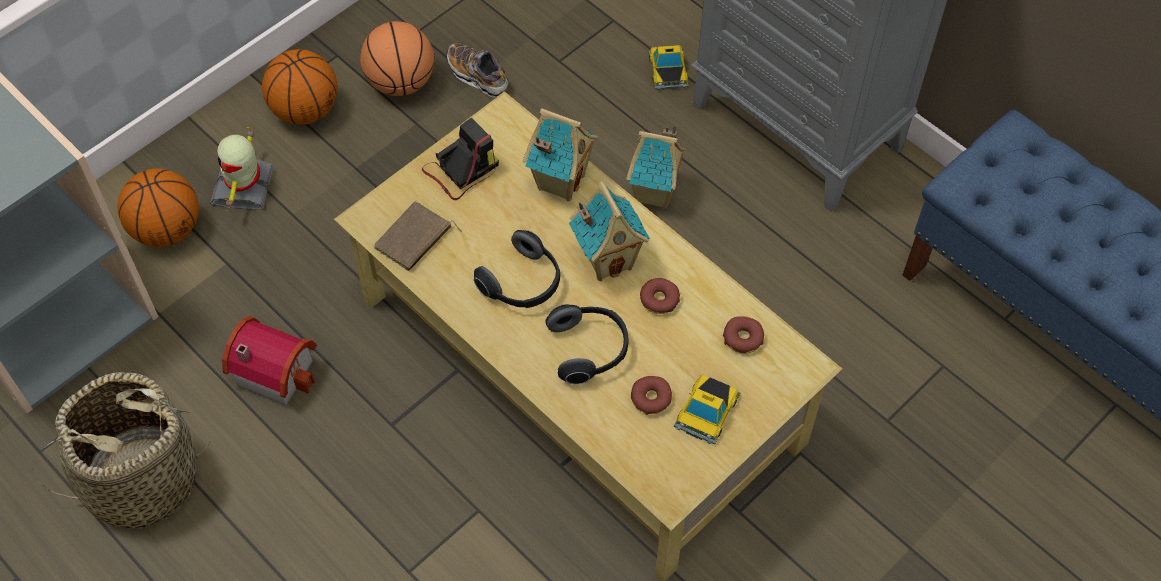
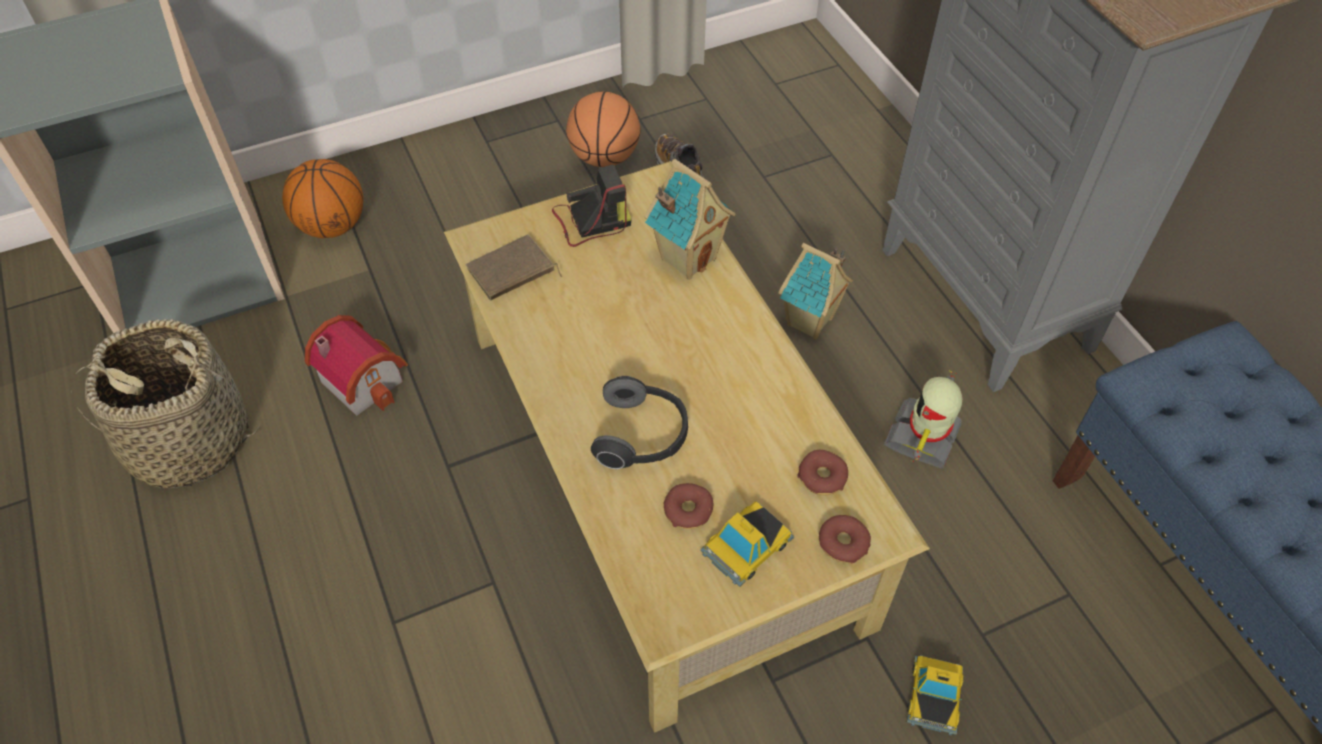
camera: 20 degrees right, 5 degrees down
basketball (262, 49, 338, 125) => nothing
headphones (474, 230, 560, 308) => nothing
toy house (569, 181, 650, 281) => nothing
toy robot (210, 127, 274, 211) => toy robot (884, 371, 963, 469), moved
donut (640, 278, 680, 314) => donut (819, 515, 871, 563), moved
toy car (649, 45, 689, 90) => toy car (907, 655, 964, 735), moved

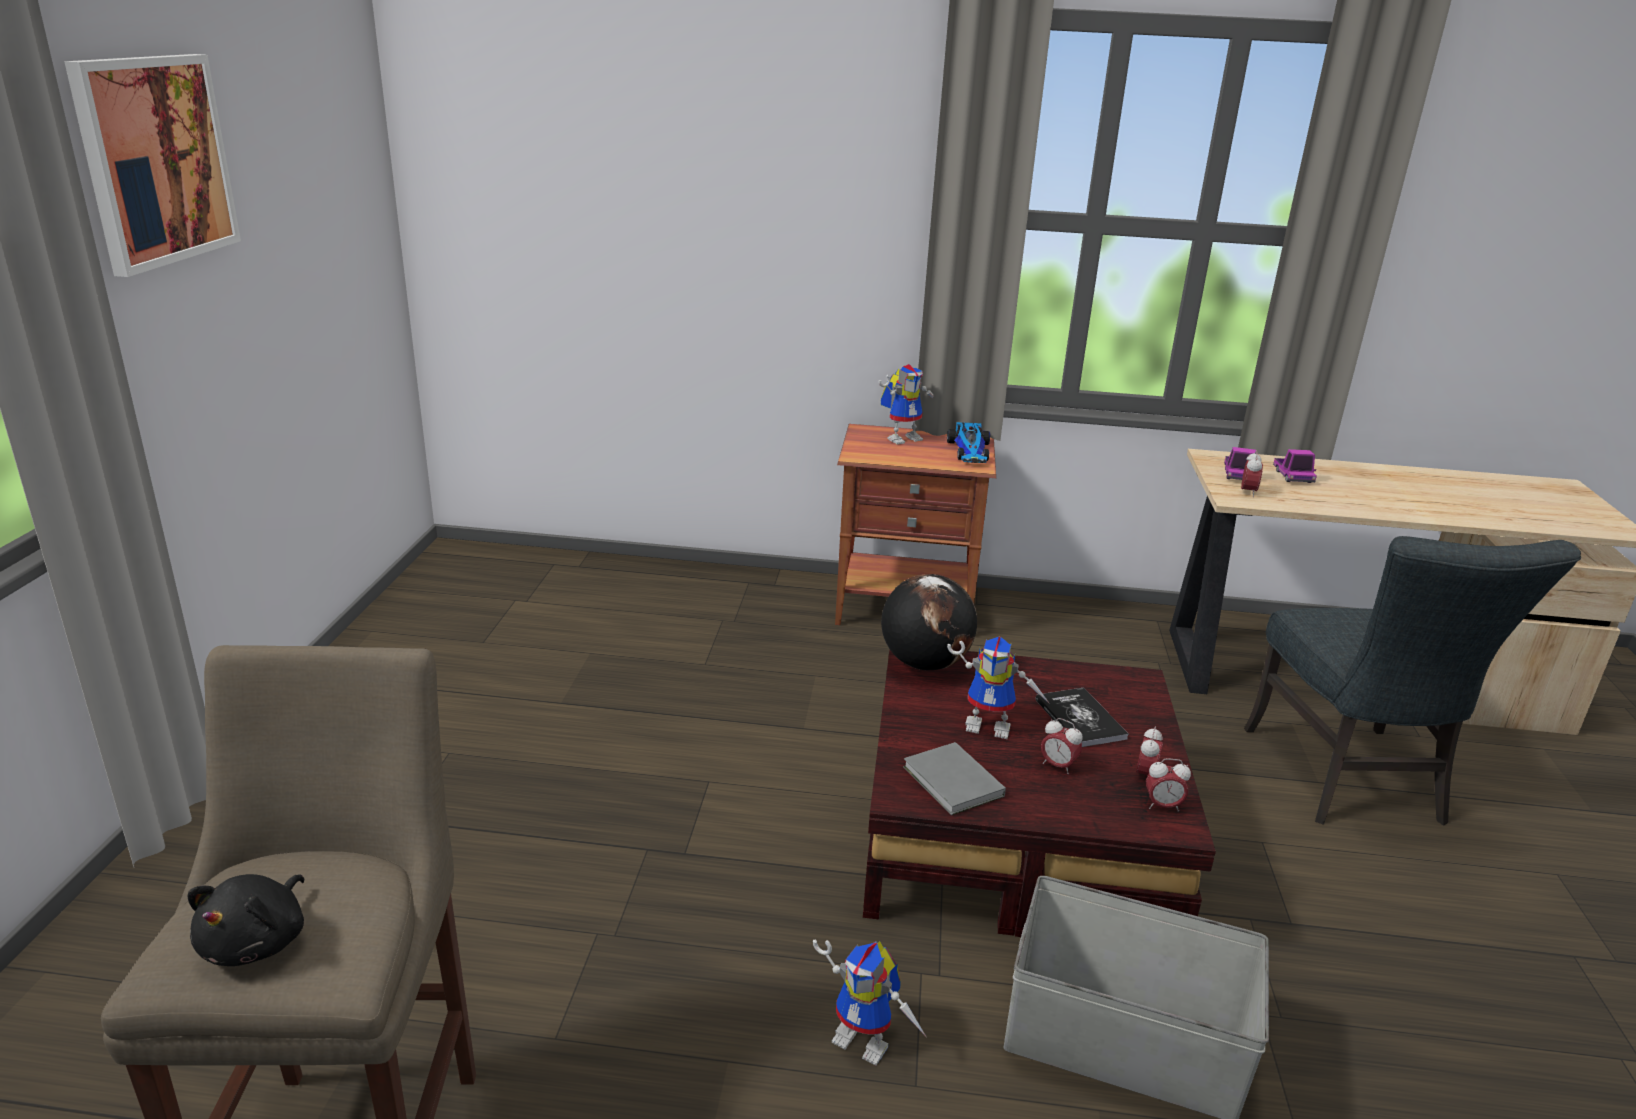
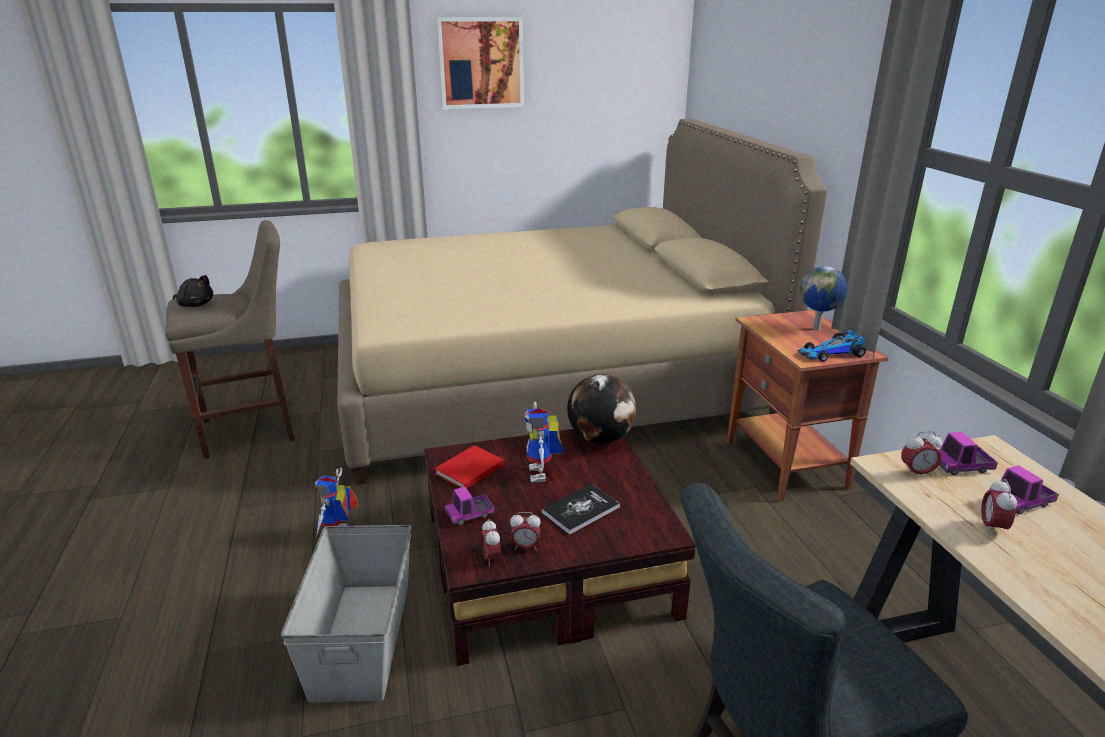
camera: 70 degrees right, 0 degrees up
nothing => beige bed (337, 119, 827, 485)
nothing => toy truck (445, 487, 495, 525)
alarm clock (1041, 718, 1083, 774) => alarm clock (981, 479, 1017, 535), moved
toy robot (879, 364, 933, 445) => globe (800, 266, 847, 330)
grey book (903, 742, 1006, 815) => red book (434, 445, 504, 489)
black plush toy (187, 874, 304, 966) => black plush toy (173, 275, 213, 307), 150 degrees counterclockwise

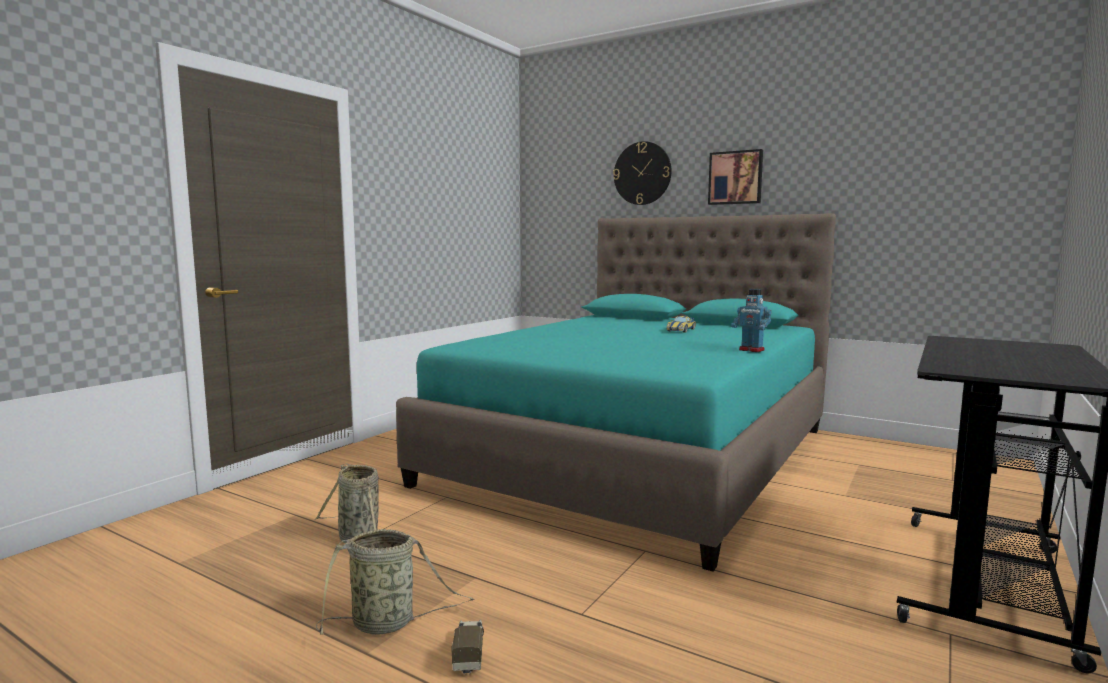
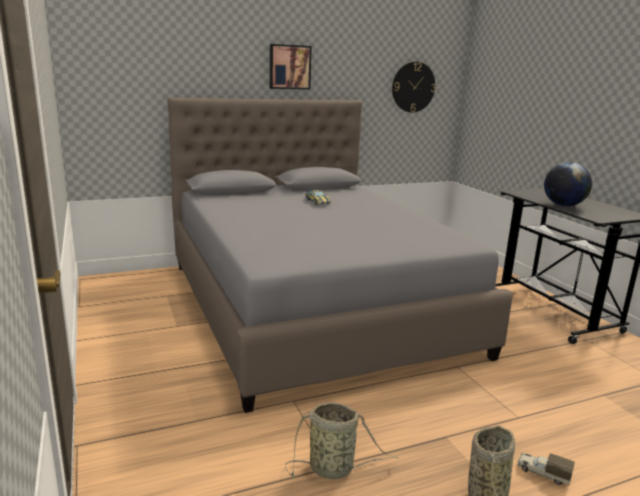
camera: 55 degrees left, 10 degrees up
toy robot (731, 289, 771, 352) => nothing
nothing => globe (544, 162, 592, 206)
wall clock (613, 141, 672, 205) => wall clock (392, 62, 436, 112), moved
turquoise bed (396, 213, 836, 572) => grey bed (168, 97, 513, 413)

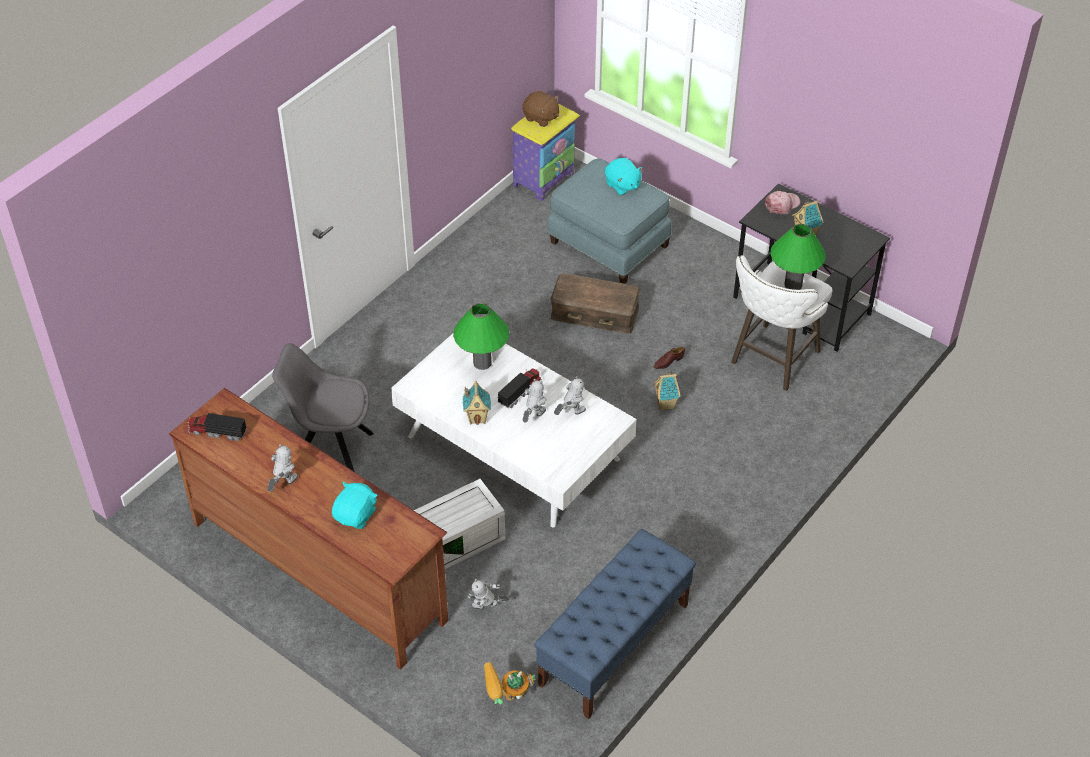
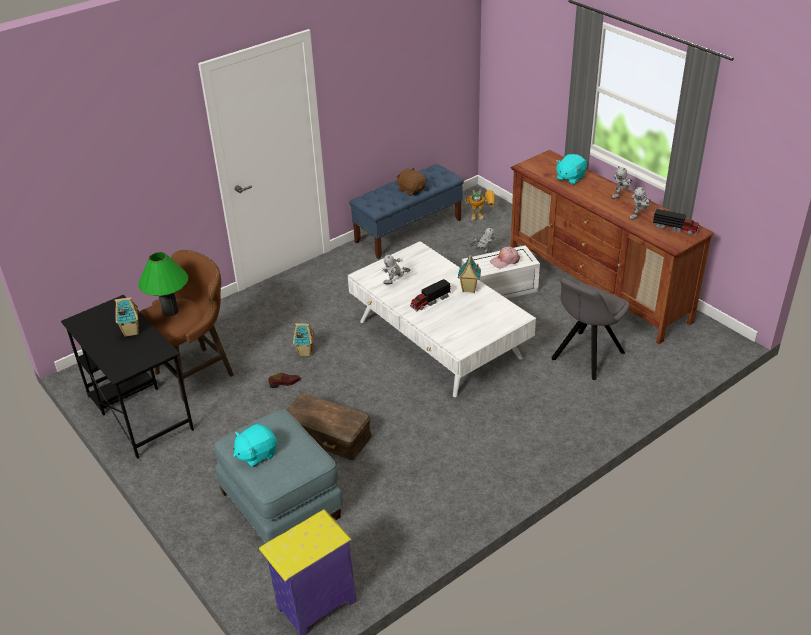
camera: 165 degrees left, 10 degrees down
green table lamp (453, 303, 509, 370) => nothing
brown plush toy (522, 91, 559, 127) => brown plush toy (396, 168, 426, 196), moved
toy robot (523, 379, 547, 423) => toy robot (629, 186, 650, 220), moved
pink cap (765, 191, 800, 214) => pink cap (490, 246, 520, 268), moved
white stool (731, 255, 833, 391) => brown stool (140, 250, 234, 402)
grey chair (272, 343, 374, 472) => grey chair (551, 278, 630, 380), 105 degrees clockwise
turquoise plush toy (605, 158, 643, 195) => turquoise plush toy (234, 424, 277, 467), 105 degrees counterclockwise

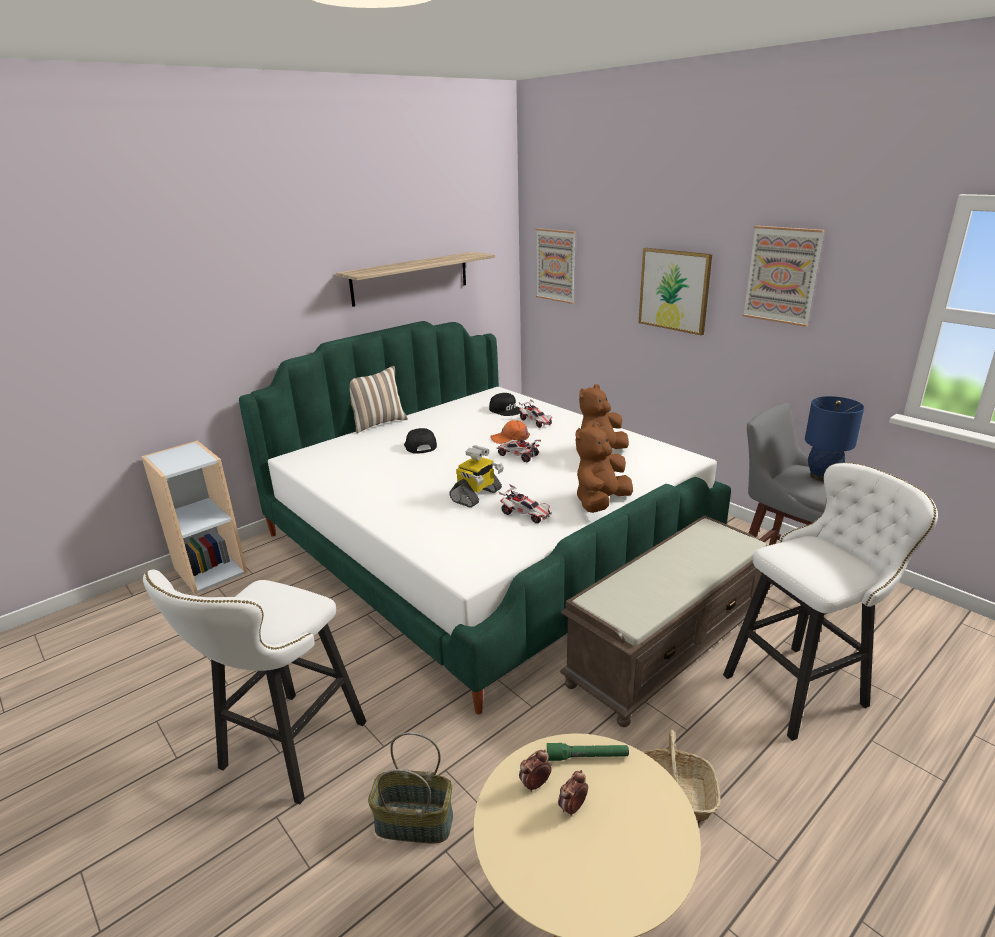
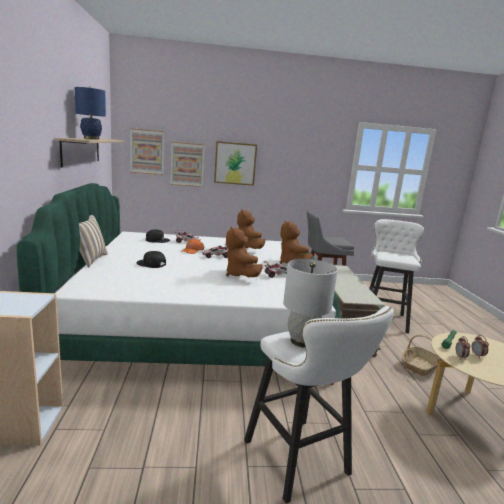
camera: 55 degrees left, 10 degrees down
basket (368, 732, 453, 843) => nothing
nothing => white table lamp (283, 259, 338, 348)
picture (743, 226, 825, 327) => picture (171, 142, 204, 187), moved
blue table lamp (805, 396, 864, 482) => blue table lamp (74, 87, 106, 140), moved
toy robot (449, 446, 504, 508) => brown plush toy (226, 226, 263, 277)

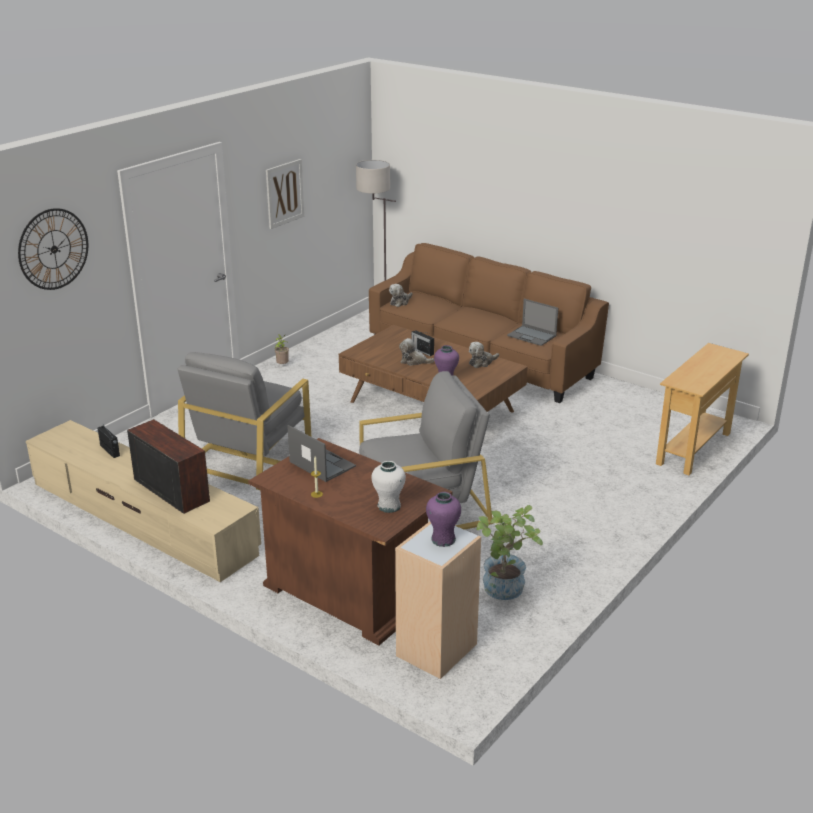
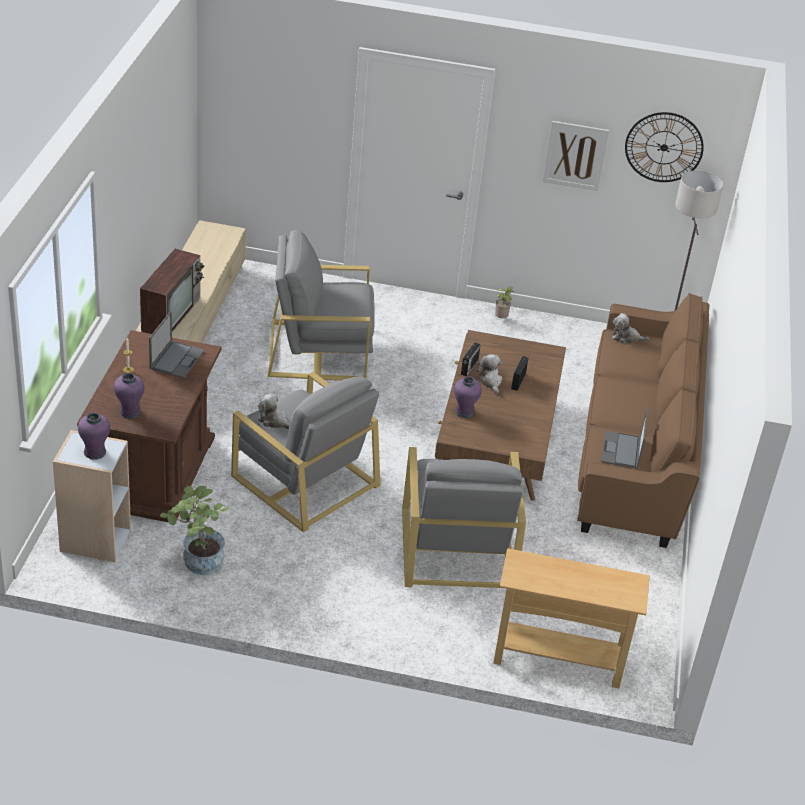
camera: 60 degrees right, 10 degrees up
nothing => grey armchair (402, 447, 526, 588)
wall clock (18, 208, 88, 290) => wall clock (625, 112, 704, 182), moved
radio (98, 426, 120, 458) => radio (461, 343, 481, 377), moved
plush toy (469, 342, 499, 368) => plush toy (258, 393, 290, 429), moved
white vase (372, 461, 406, 513) => purple vase (114, 373, 145, 419)

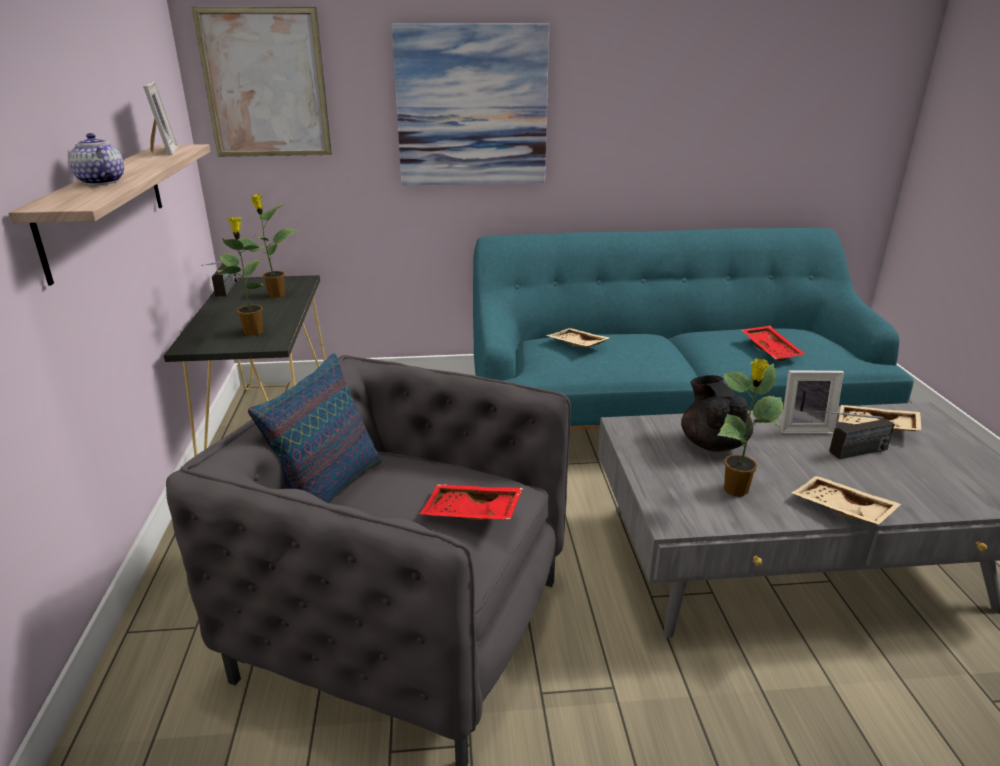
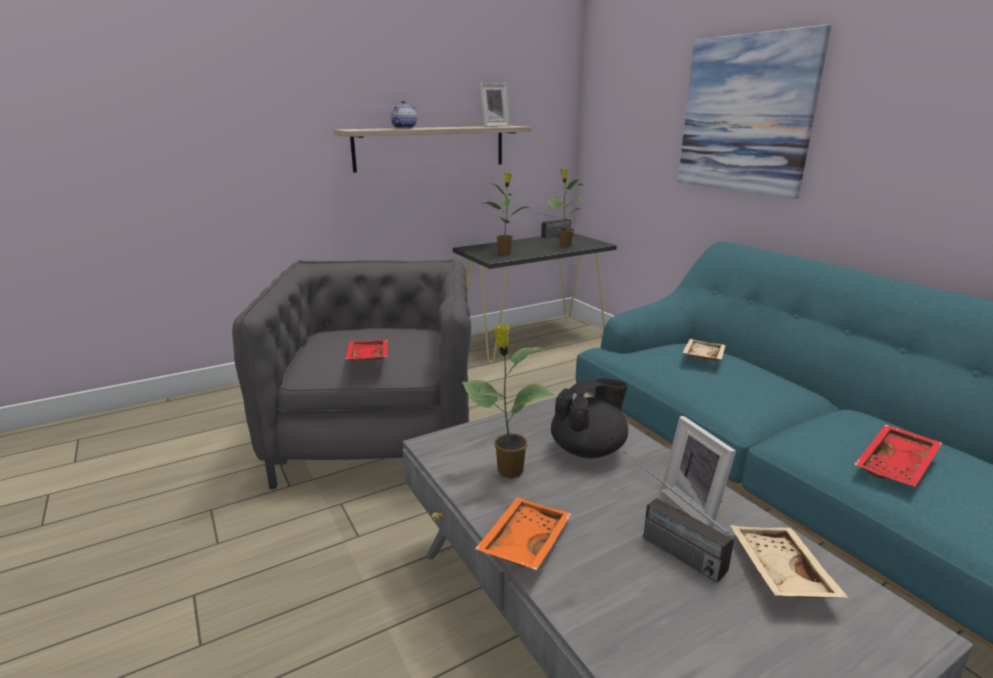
camera: 65 degrees right, 5 degrees down
picture (192, 7, 332, 157) => nothing
blue pillow (248, 353, 382, 503) => nothing
beige tray (792, 476, 902, 525) => orange tray (475, 497, 571, 570)

